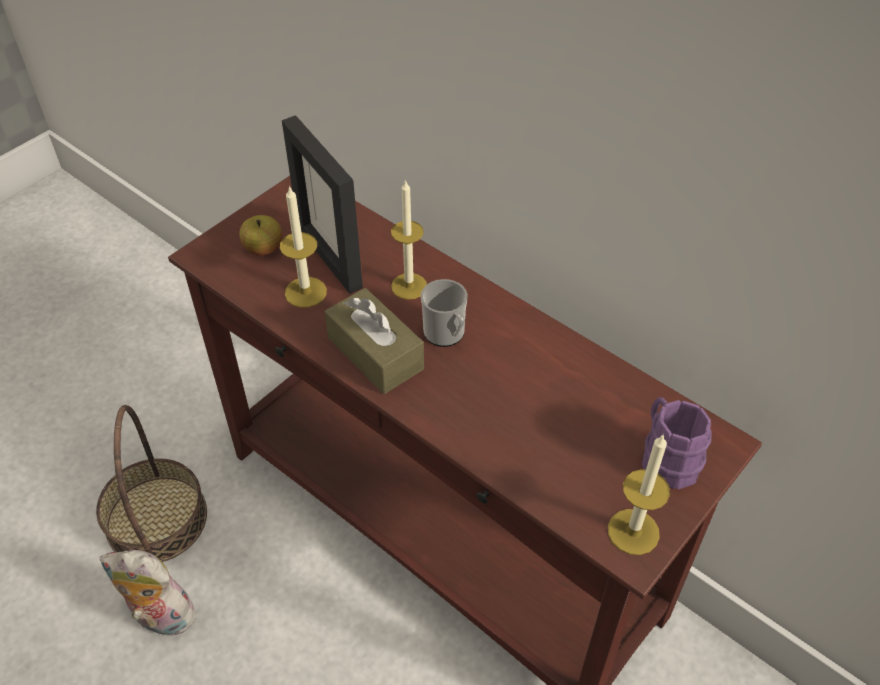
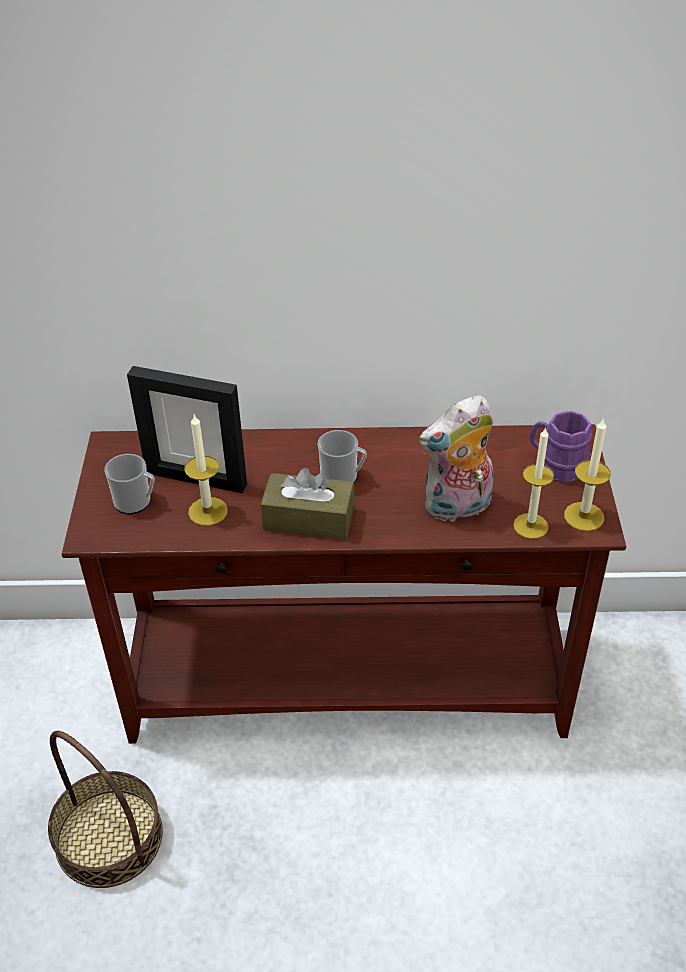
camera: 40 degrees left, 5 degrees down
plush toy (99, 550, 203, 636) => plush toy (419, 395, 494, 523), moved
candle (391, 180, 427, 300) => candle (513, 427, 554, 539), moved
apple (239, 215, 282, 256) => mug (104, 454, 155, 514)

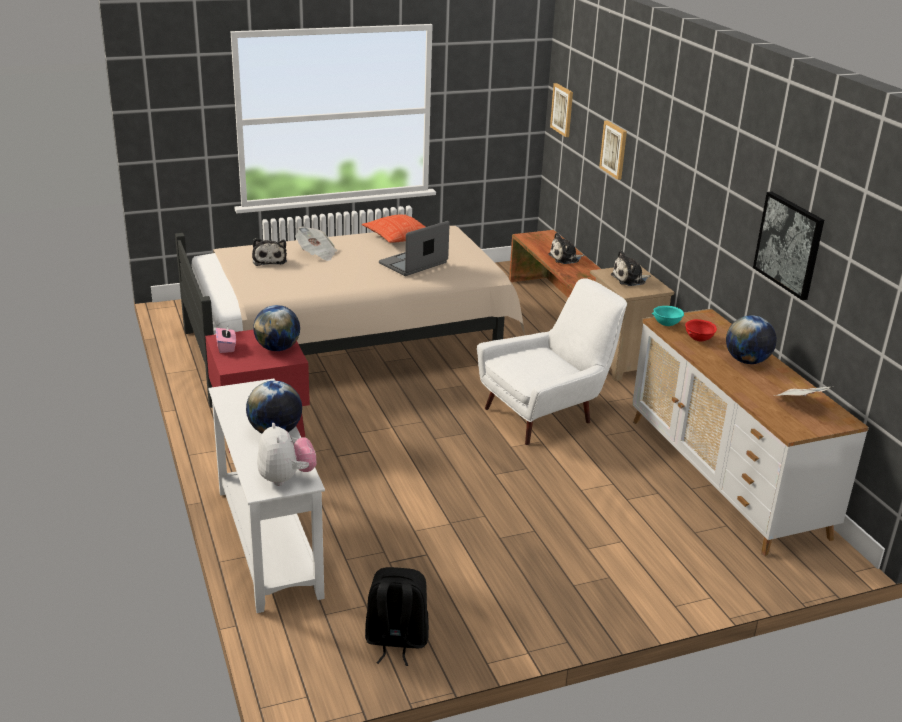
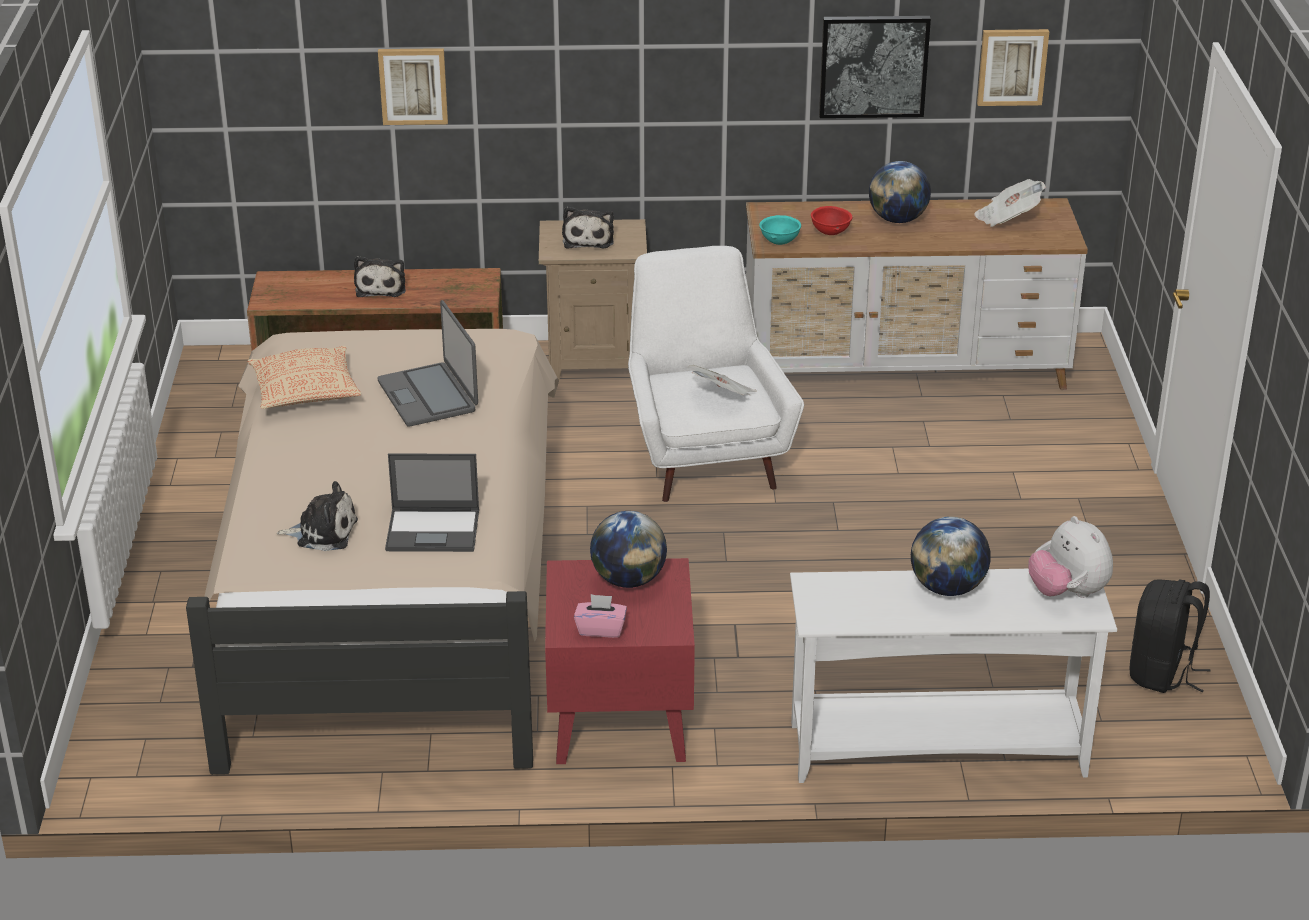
camera: 70 degrees left, 5 degrees up
nothing => laptop (385, 453, 479, 552)
newspaper (295, 227, 338, 261) => newspaper (687, 365, 757, 396), moved
picture (550, 83, 573, 137) => picture (977, 29, 1049, 106), moved
orange pillow (362, 214, 426, 243) => beige pillow (248, 346, 361, 409)
plush toy (257, 423, 317, 486) => plush toy (1028, 516, 1113, 598), 120 degrees counterclockwise

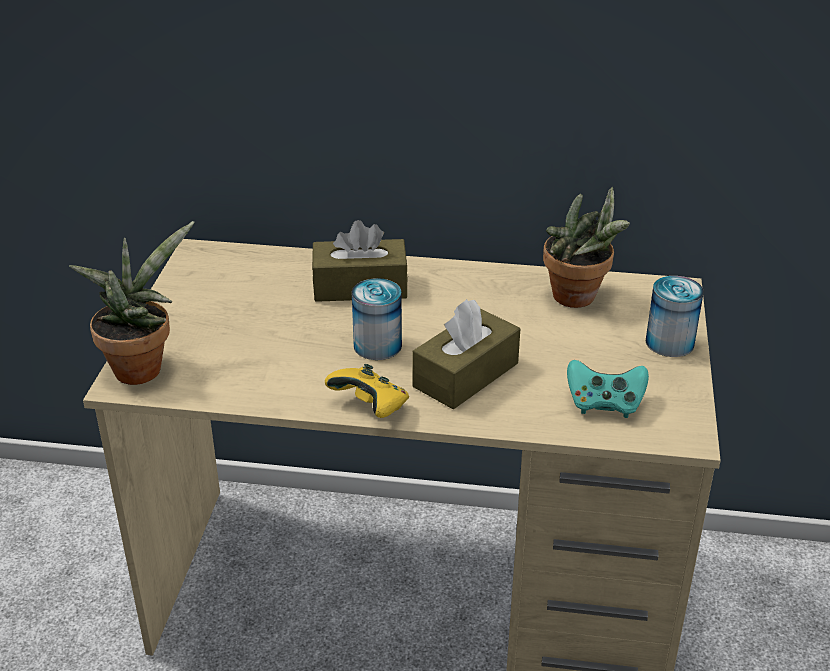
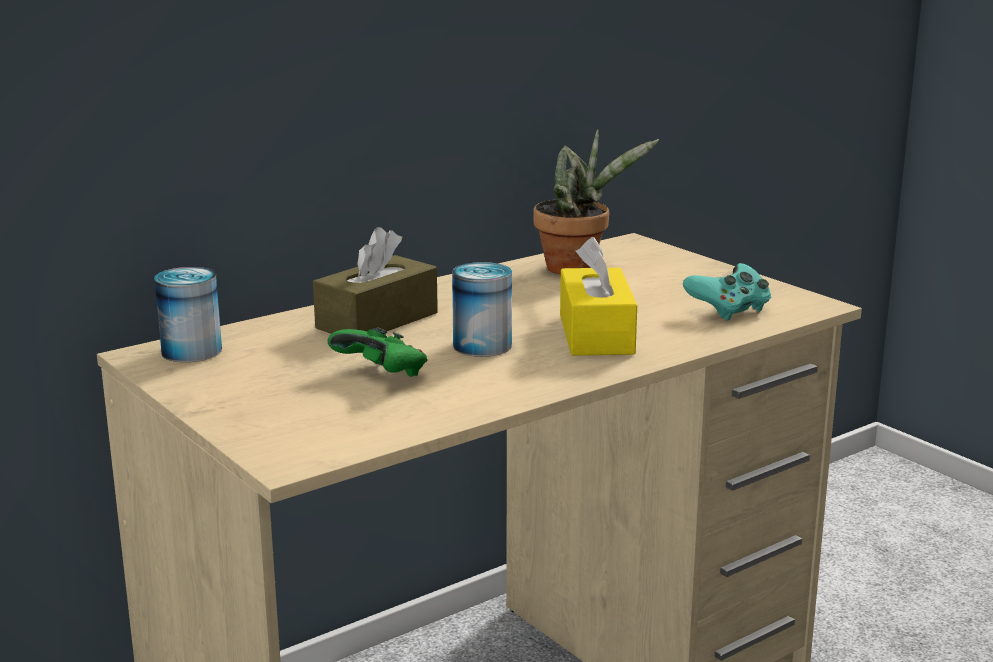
camera: 45 degrees left, 15 degrees down
potted plant (69, 221, 194, 385) => nothing
yellow game controller (325, 364, 409, 418) => nothing
nothing => green game controller (327, 327, 428, 377)
can (646, 276, 704, 357) => can (154, 267, 222, 362), moved
brown tissue box (412, 299, 520, 409) => yellow tissue box (560, 237, 637, 356)

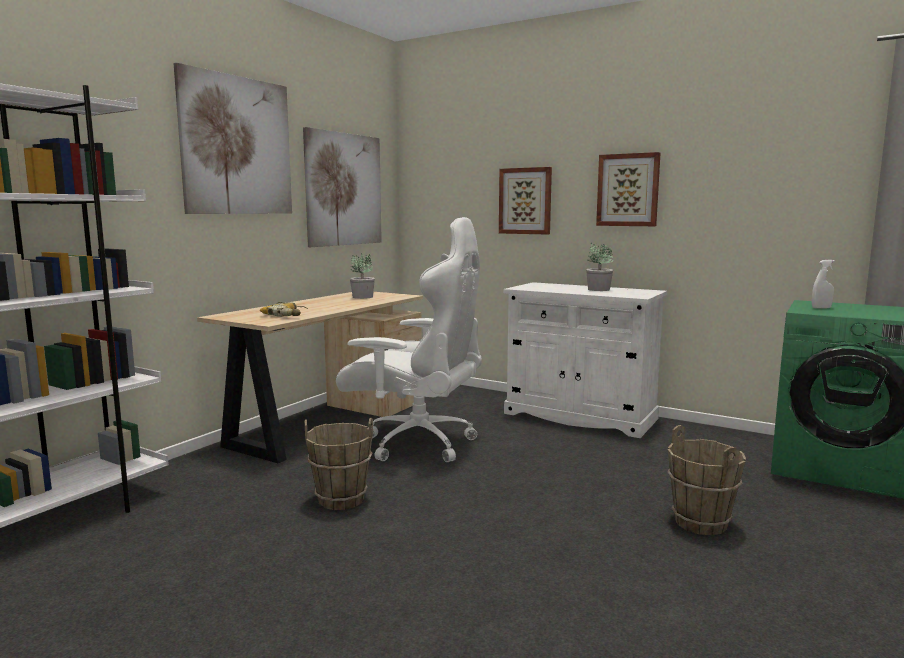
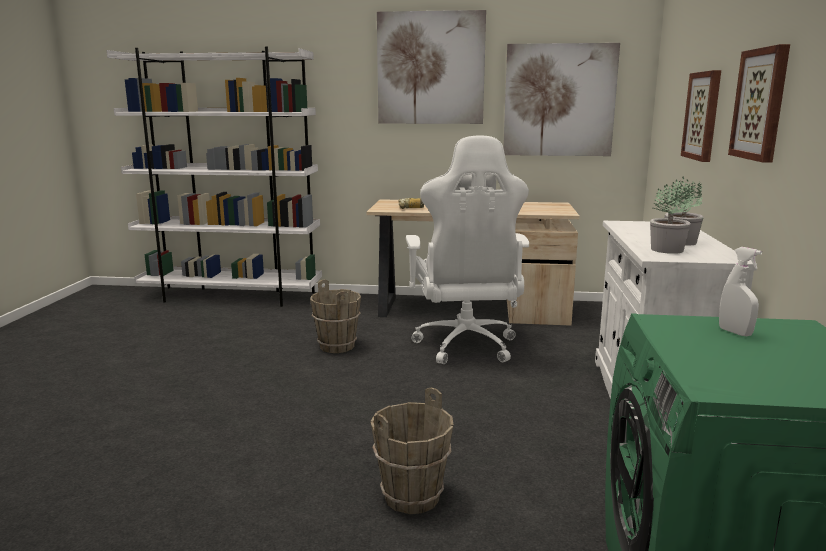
camera: 65 degrees right, 5 degrees up
potted plant (350, 253, 375, 299) => potted plant (650, 183, 691, 254), moved

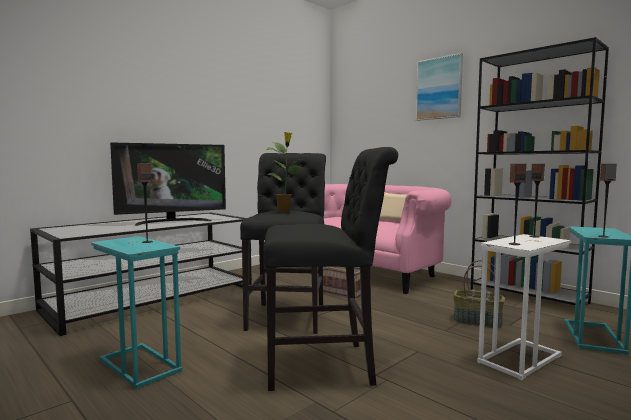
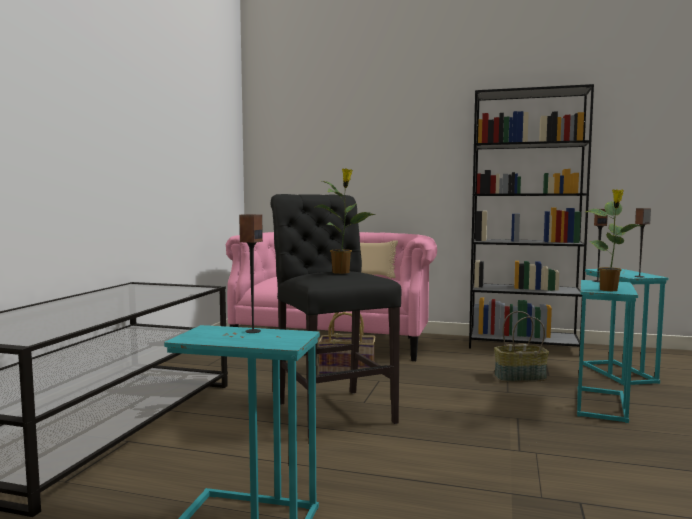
camera: 30 degrees left, 0 degrees up
television (110, 142, 226, 226) => nothing
black stool (264, 147, 398, 392) => nothing
picture (416, 53, 463, 121) => nothing
speaker (509, 164, 527, 245) => potted plant (586, 189, 642, 291)
white side table (477, 234, 571, 380) => turquoise side table (577, 280, 638, 423)

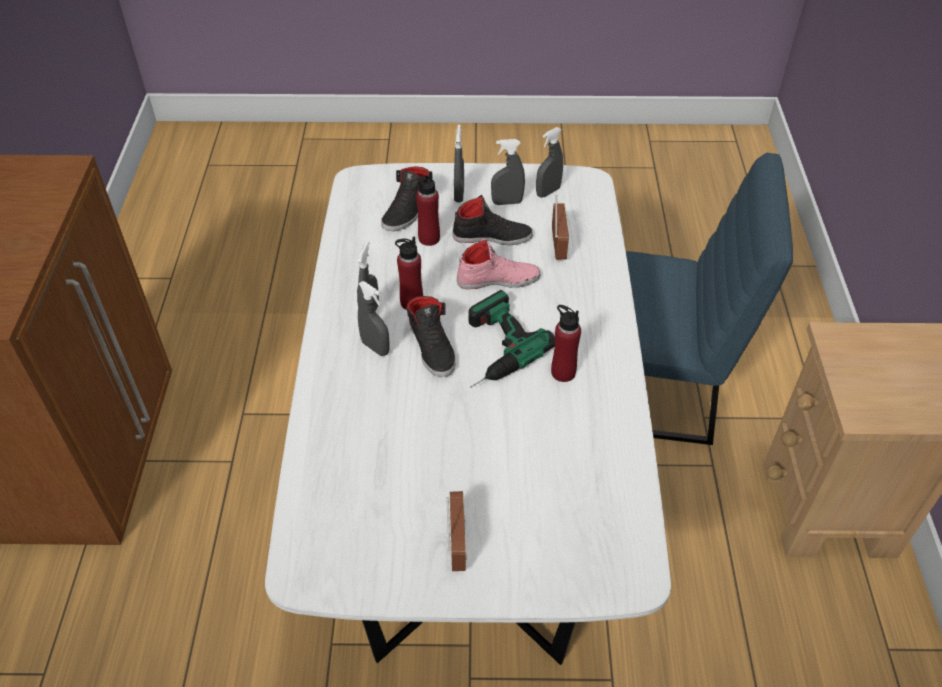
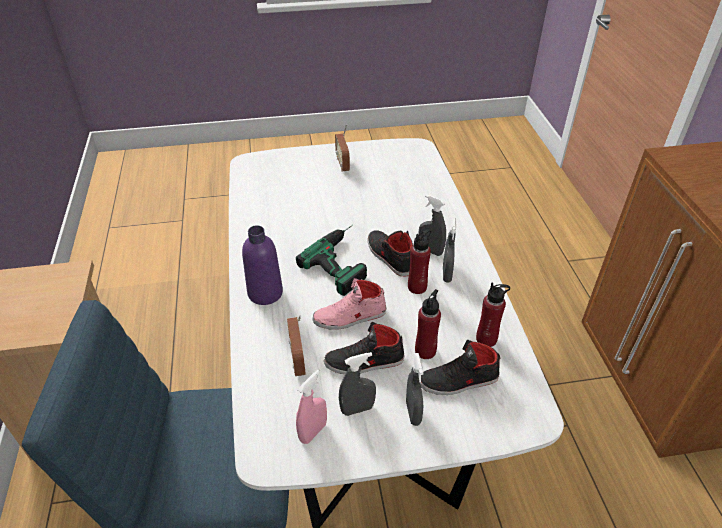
camera: 170 degrees right, 5 degrees down
nothing => purple bottle (242, 225, 283, 305)
red bottle (551, 305, 581, 382) => red bottle (476, 283, 510, 347), moved
grey spray bottle (536, 127, 563, 198) => pink spray bottle (296, 370, 327, 444)
black shoe (381, 166, 430, 231) => black shoe (420, 340, 500, 395), 120 degrees counterclockwise

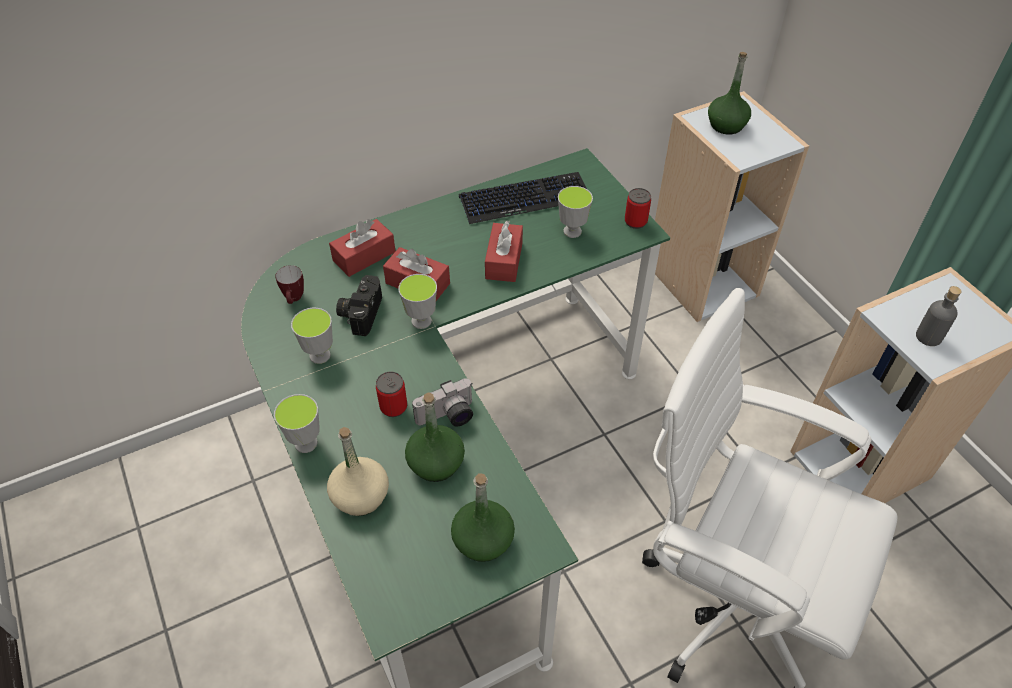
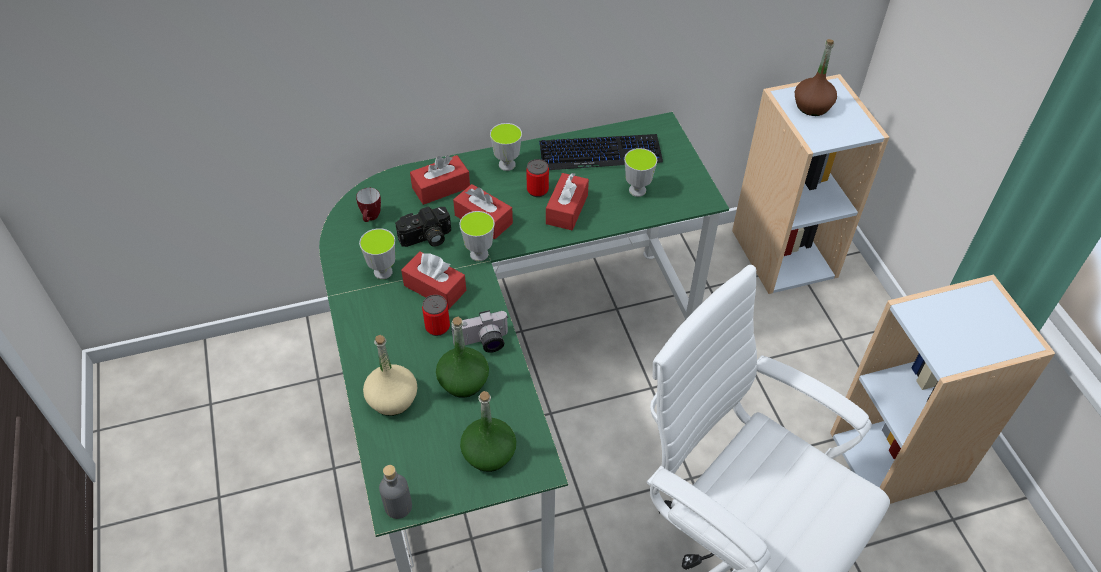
camera: 10 degrees right, 0 degrees up
nothing => red tissue box (401, 251, 466, 310)
cup (274, 394, 320, 453) => cup (490, 123, 522, 171), moved
can (625, 188, 651, 229) => can (526, 159, 549, 197), moved
grey bottle (916, 286, 962, 346) => grey bottle (379, 465, 412, 519), moved
green bottle (708, 52, 751, 135) => brown bottle (795, 39, 837, 116)
photo camera (336, 275, 382, 336) => photo camera (395, 206, 451, 247), 135 degrees counterclockwise

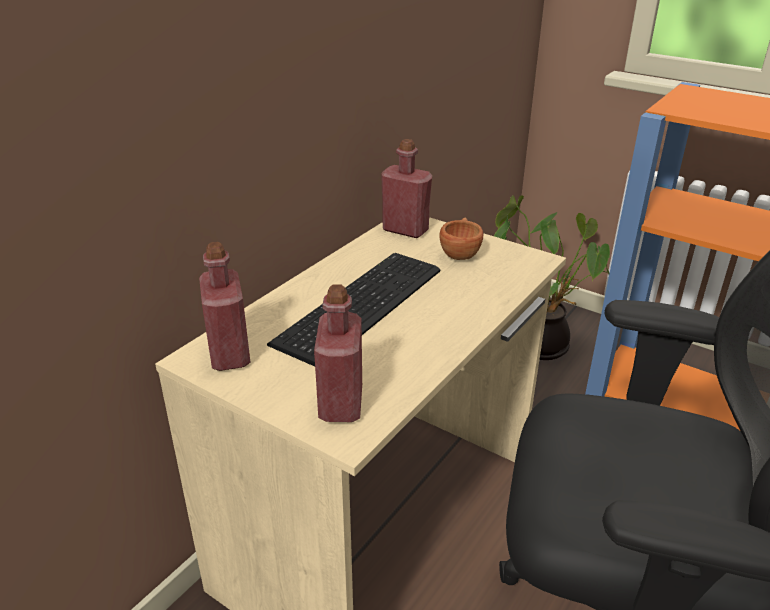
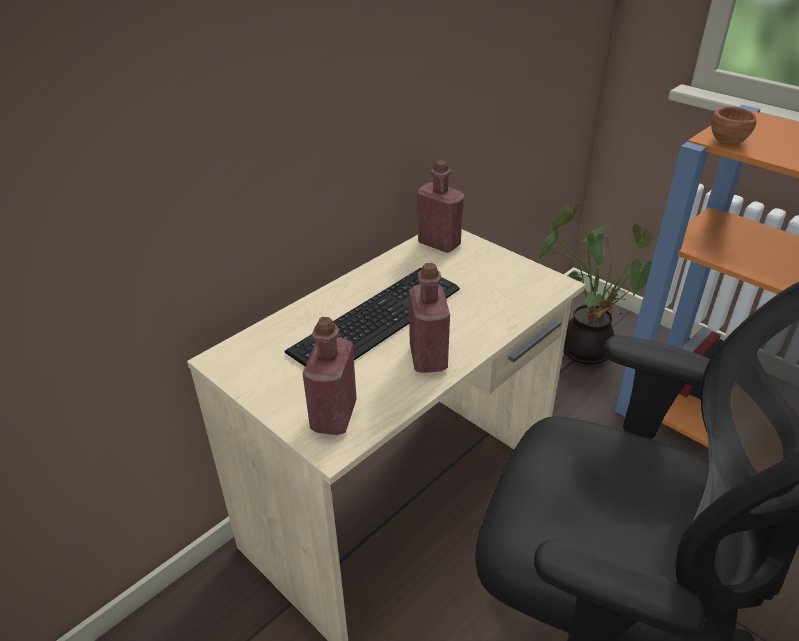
camera: 10 degrees right, 5 degrees up
red bottle (199, 242, 251, 371) => red bottle (409, 263, 450, 373), moved
brown cup (439, 218, 483, 260) => brown cup (711, 106, 757, 144), moved

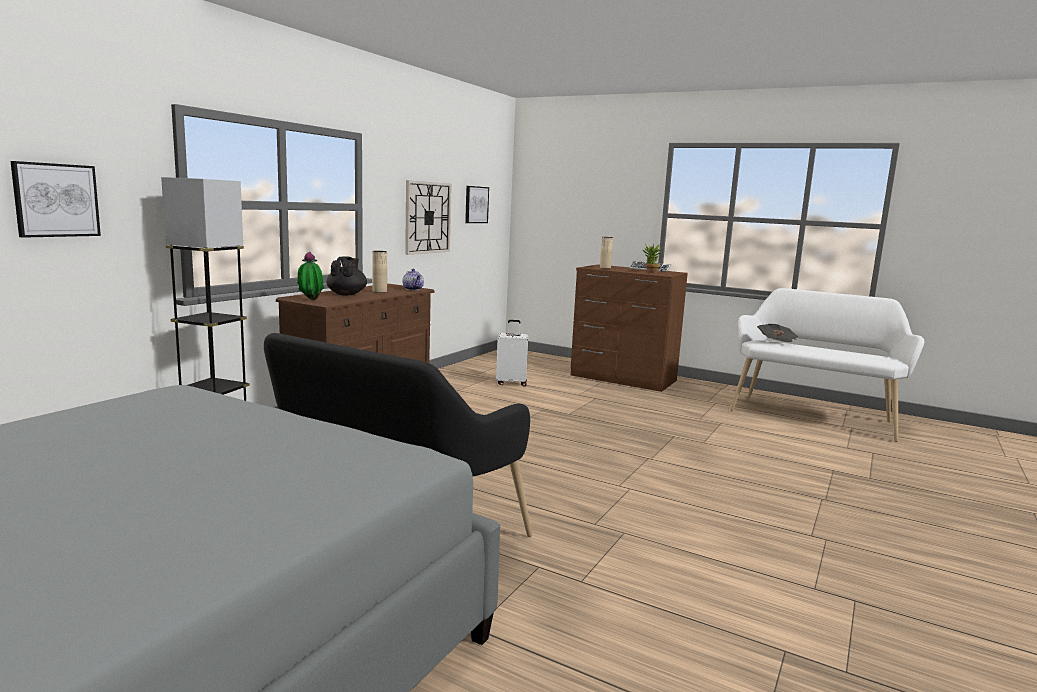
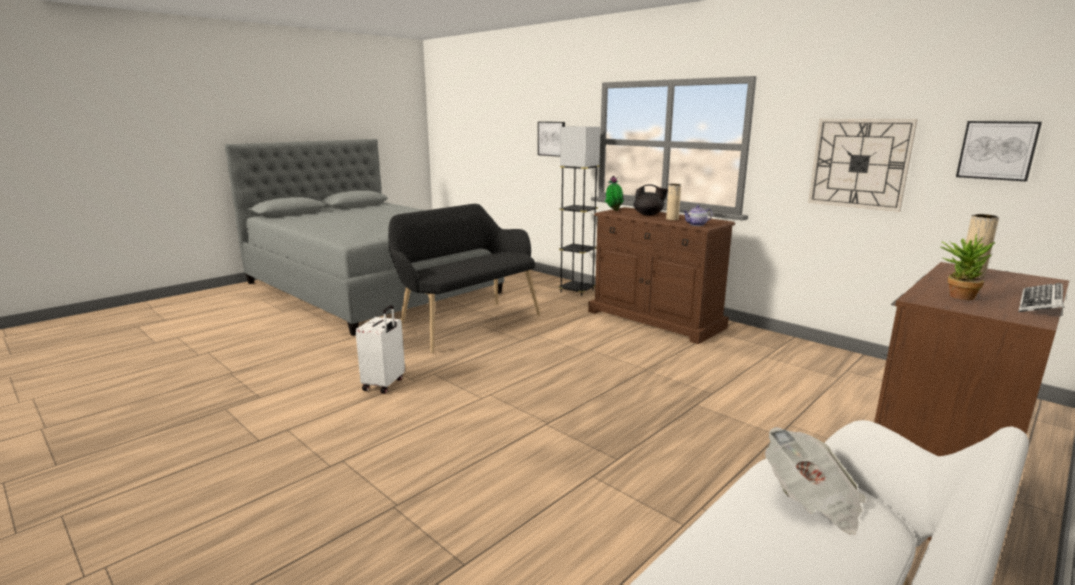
camera: 105 degrees right, 5 degrees up
white suitcase (496, 320, 528, 387) => white suitcase (356, 305, 405, 394), moved

